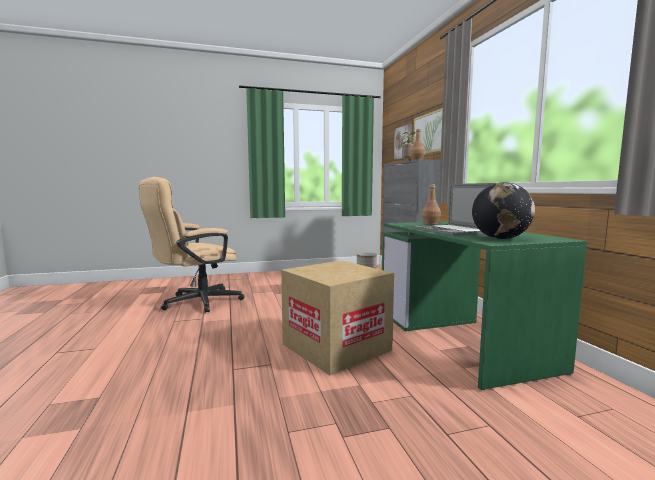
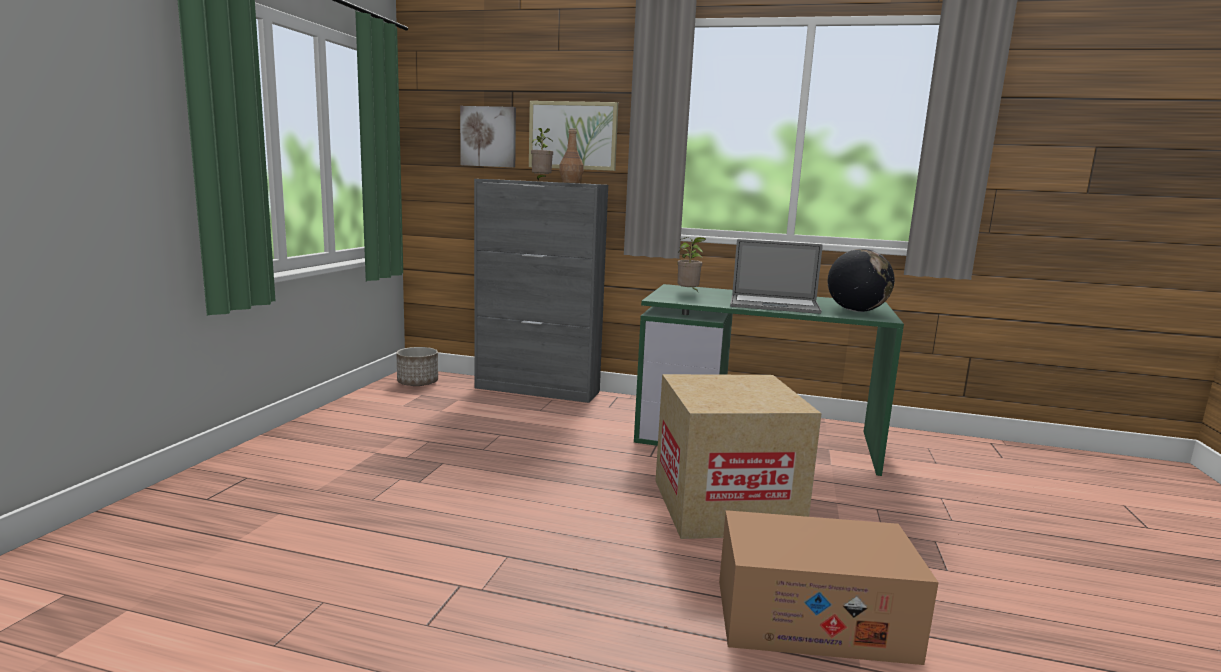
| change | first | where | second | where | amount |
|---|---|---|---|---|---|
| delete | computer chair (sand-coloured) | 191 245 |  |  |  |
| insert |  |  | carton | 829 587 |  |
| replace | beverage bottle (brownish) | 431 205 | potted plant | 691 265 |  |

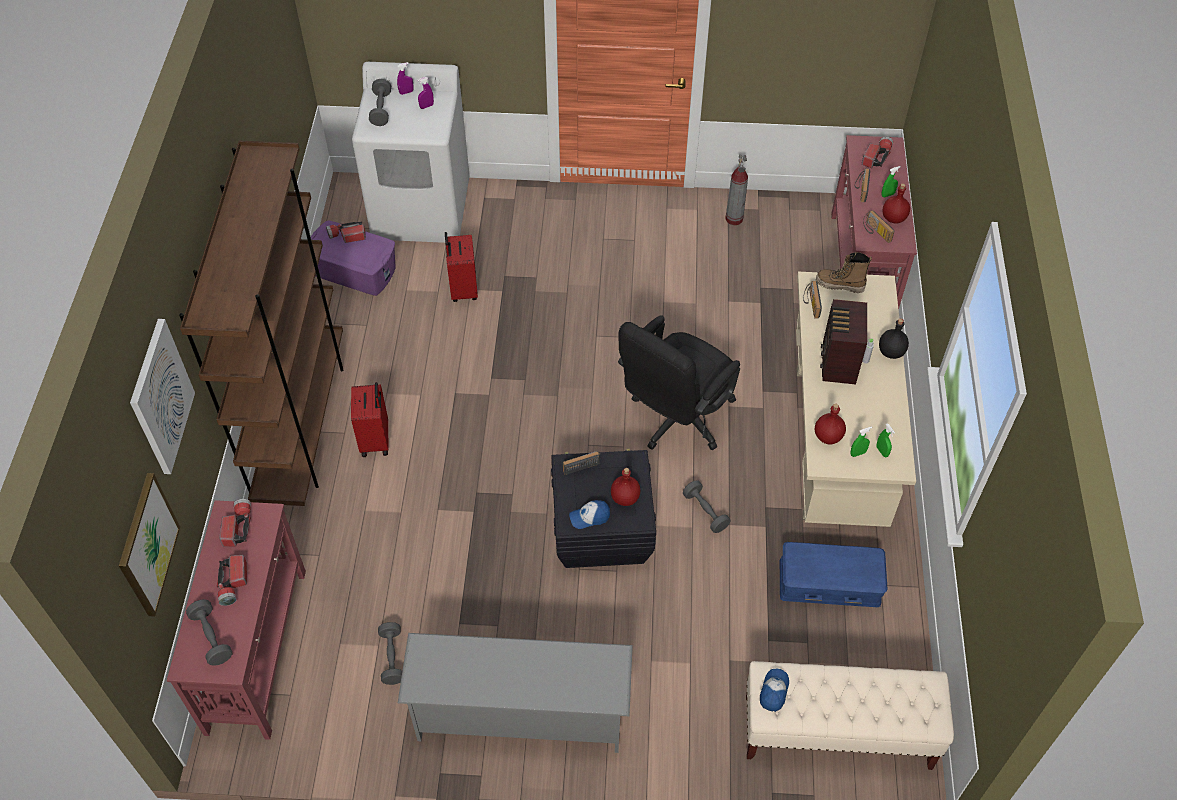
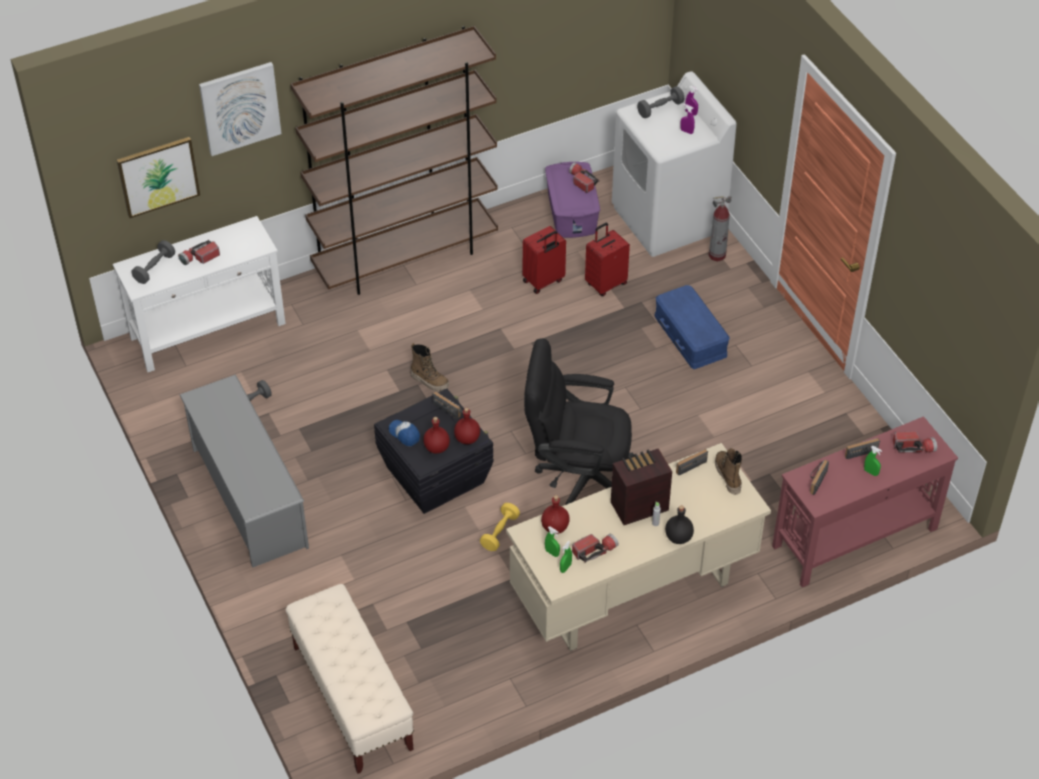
| change | first | where | second | where | amount |
|---|---|---|---|---|---|
| delete | baseball cap | 774 690 |  |  |  |
| insert |  |  | high-top boot | 430 367 |  |
| move | hand torch | 235 523 |  | 595 548 |  |
| move | suitcase (red-coloured) | 369 419 |  | 544 260 |  |
| move | extinguisher | 736 189 |  | 720 228 |  |
| move | storage container (blue-coloured) | 833 574 |  | 692 327 |  |
| move | beverage bottle (red-coloured) | 896 204 |  | 467 426 |  |
| recolor | console table (red-coloured) | 236 620 | console table (white) | 199 294 |  |
| recolor | hand weight (gray) | 706 506 | hand weight (yellowish) | 500 527 |  |

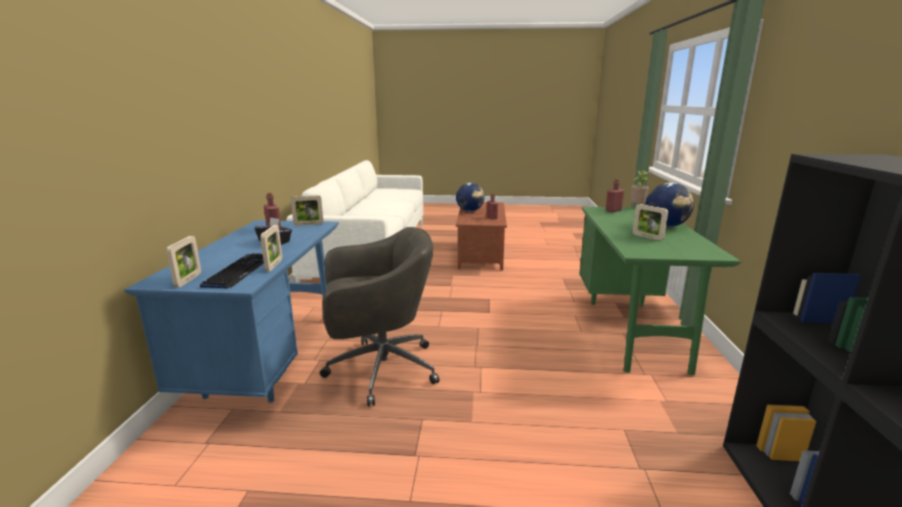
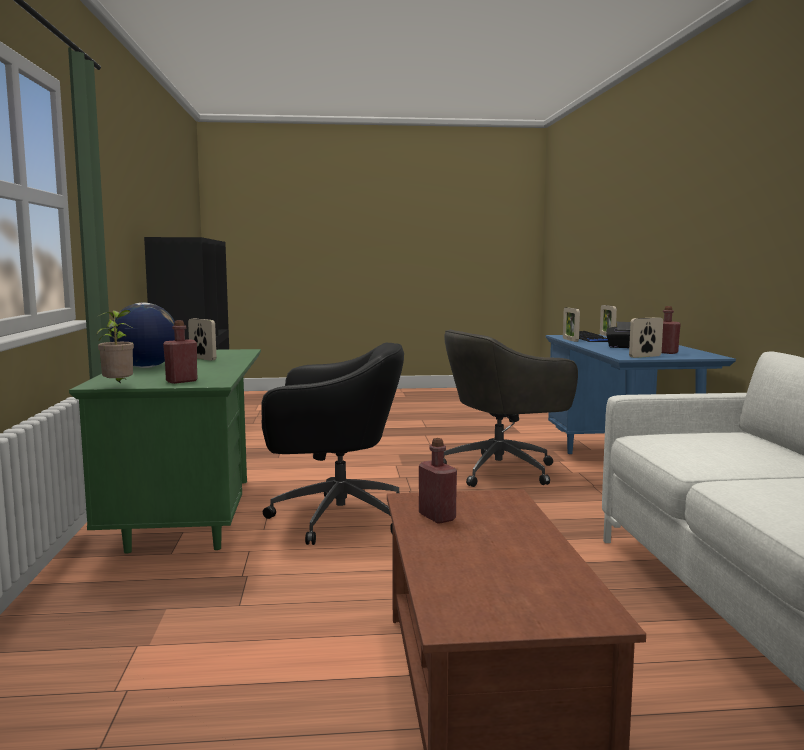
| change | first | where | second | where | amount |
|---|---|---|---|---|---|
| delete | desk globe | 470 197 |  |  |  |
| insert |  |  | computer chair (black-coloured) | 332 444 |  |

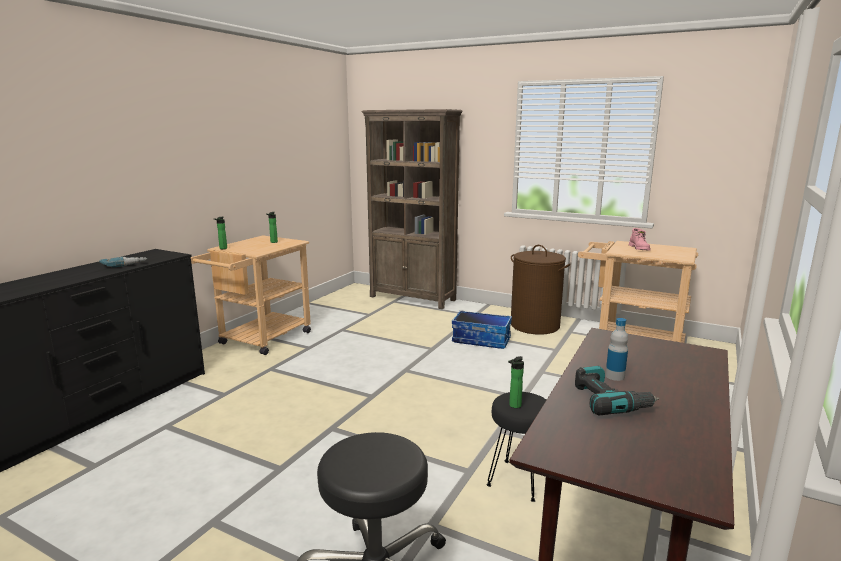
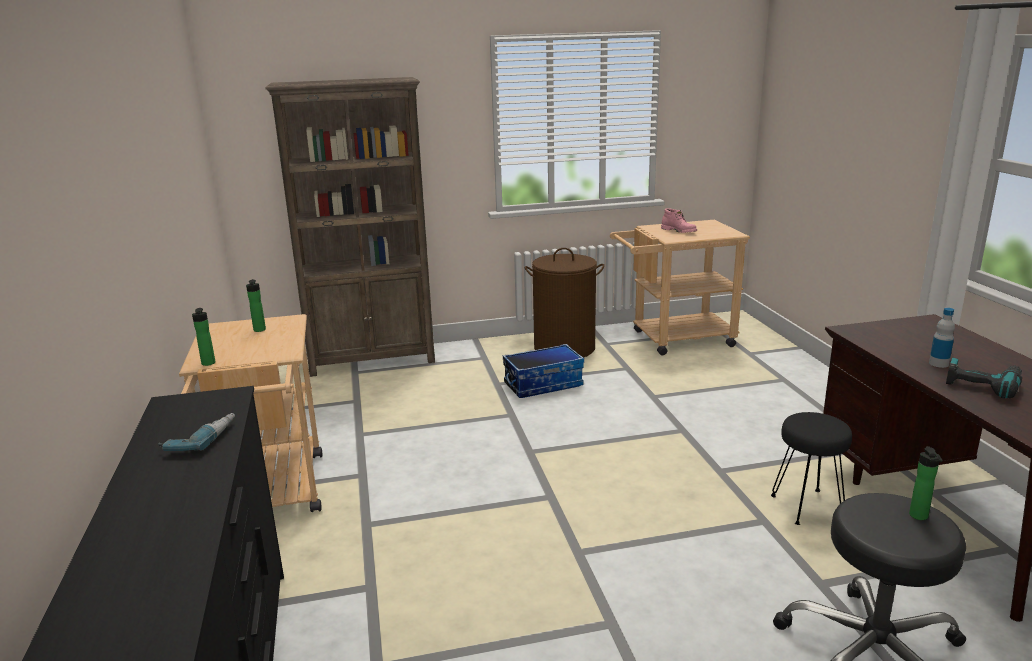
| change | first | where | second | where | amount |
|---|---|---|---|---|---|
| move | beverage bottle | 516 382 |  | 925 483 |  |

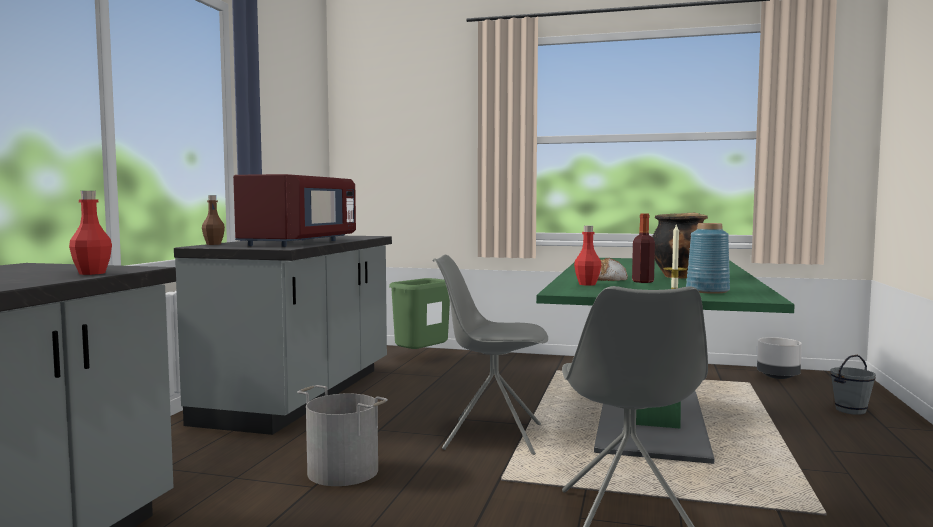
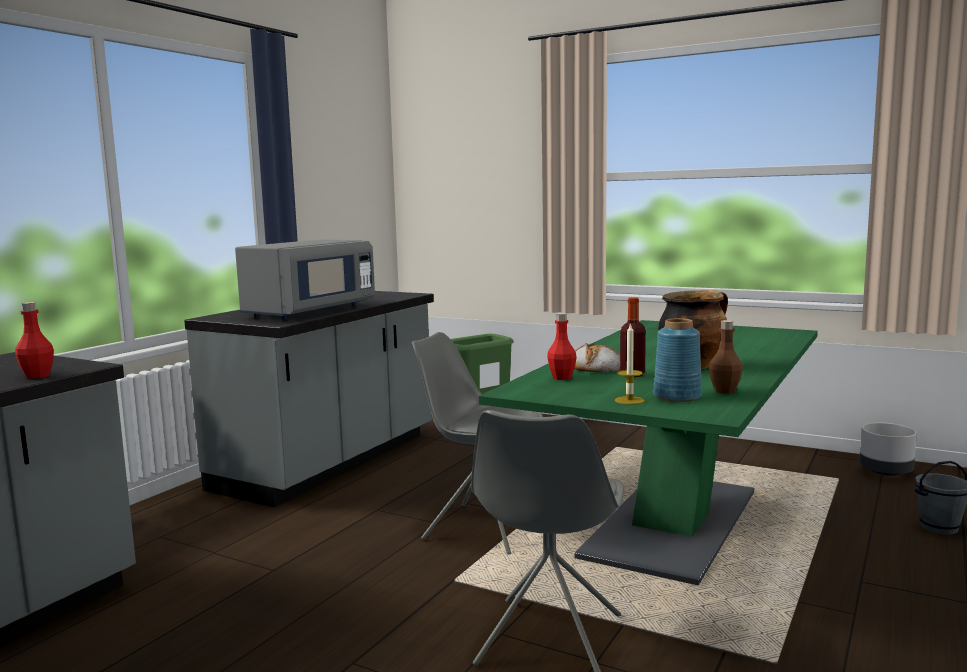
| change | first | where | second | where | amount |
|---|---|---|---|---|---|
| delete | bucket (gray) | 342 435 |  |  |  |
| move | beverage bottle (brownish) | 213 220 |  | 726 357 |  |
| recolor | kitchen microwave (red-coloured) | 294 210 | kitchen microwave (gray) | 305 280 |  |

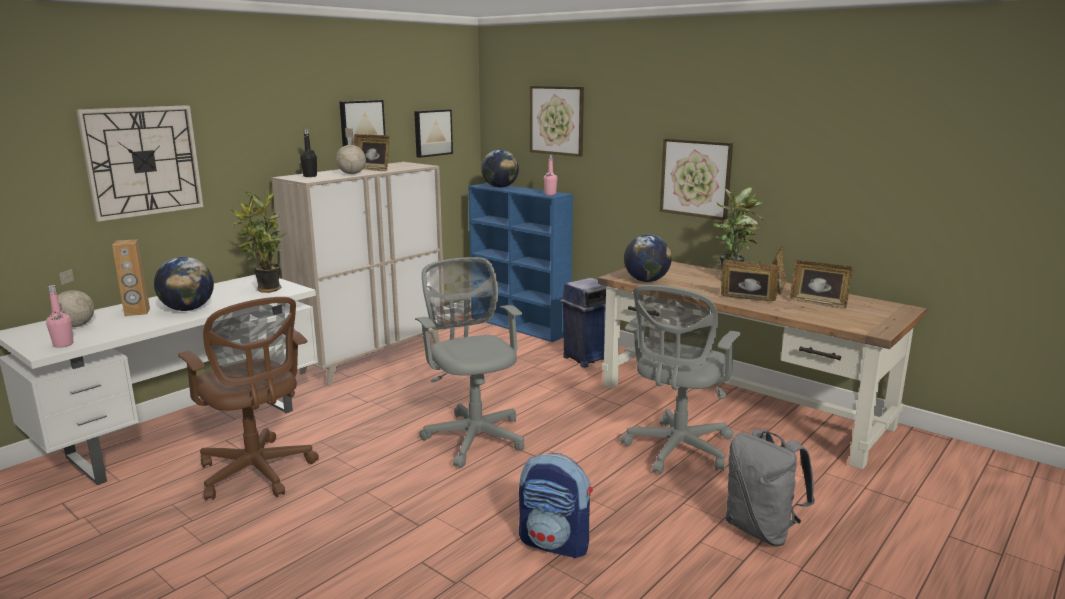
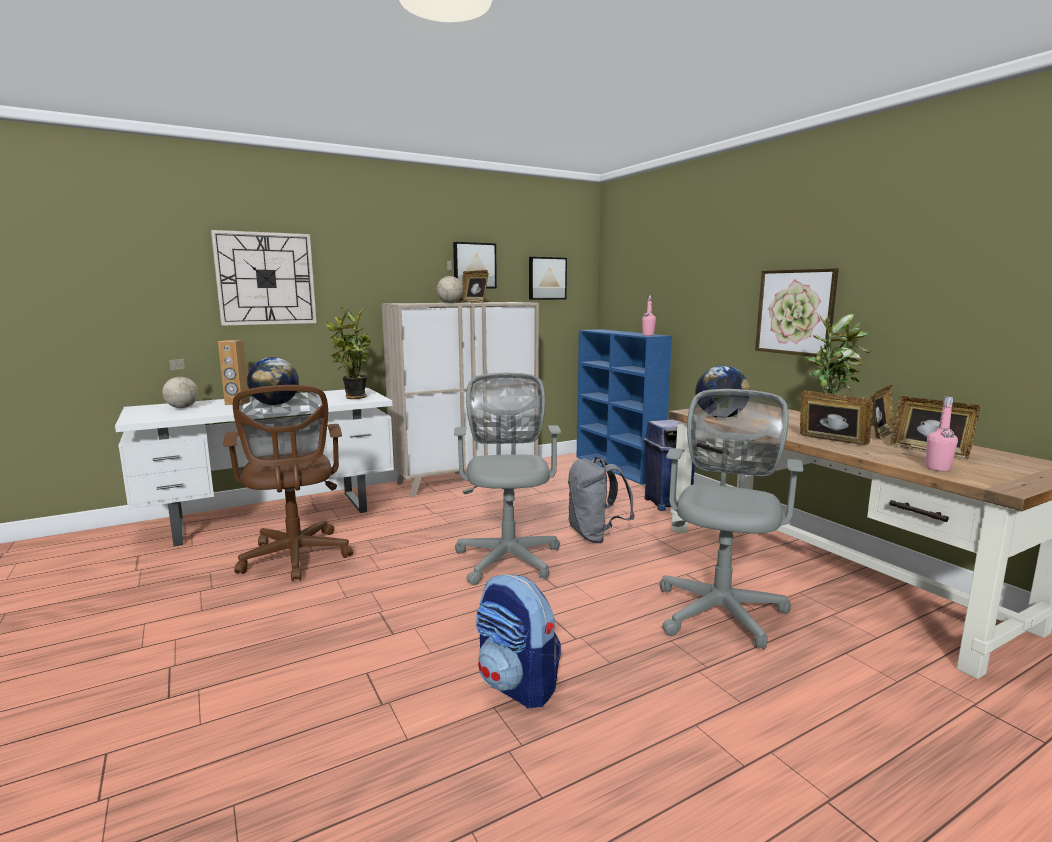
| change | first | where | second | where | amount |
|---|---|---|---|---|---|
| delete | beverage bottle (black-coloured) | 308 153 |  |  |  |
| delete | desk globe | 500 169 |  |  |  |
| delete | wall picture | 557 121 |  |  |  |
| move | beverage bottle (pink) | 59 316 |  | 942 434 |  |
| move | rucksack (gray) | 770 487 |  | 601 500 |  |
| rotate | computer chair (gray) | 680 379 |  | 732 519 | 150 degrees clockwise |

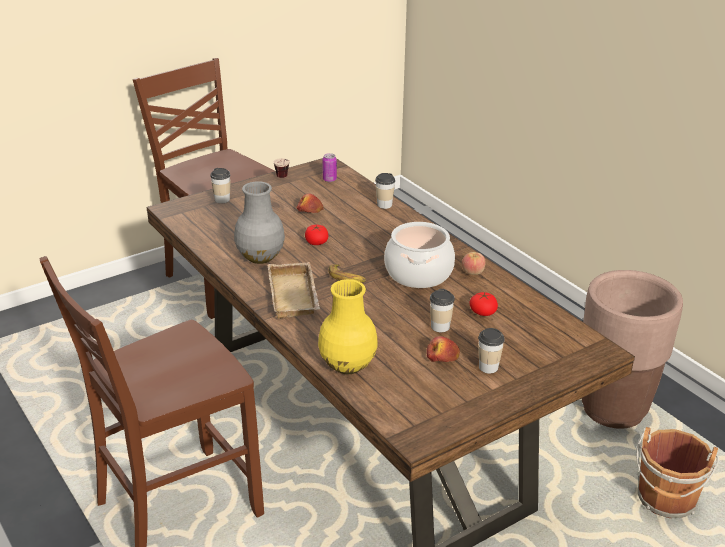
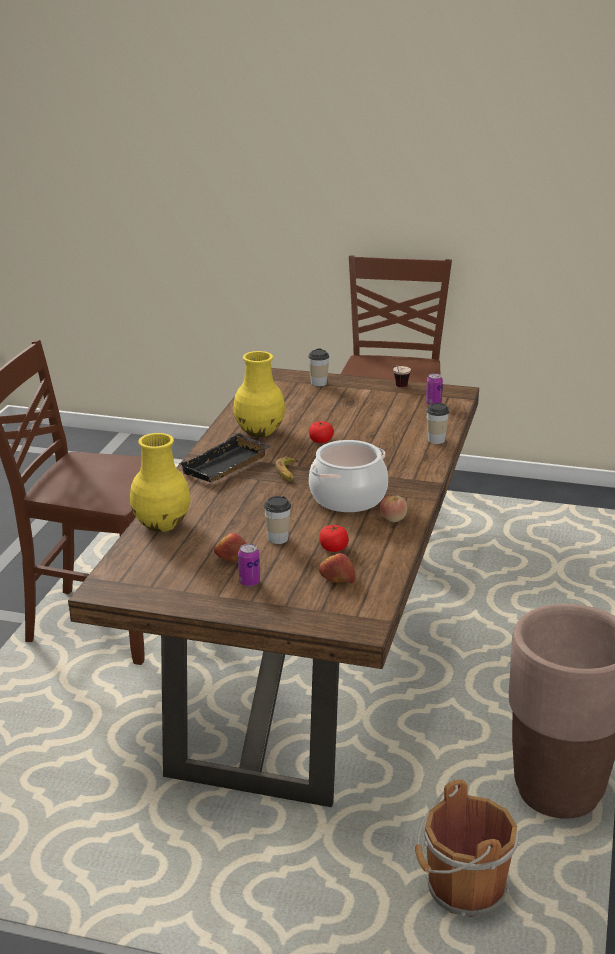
| change | first | where | second | where | amount |
|---|---|---|---|---|---|
| move | apple | 310 203 |  | 337 568 |  |
| replace | small cup | 491 350 | metal can | 249 565 |  |
| recolor | flower vase (gray) | 259 222 | flower vase (yellowish) | 259 394 |  |
| recolor | serving tray (sand-coloured) | 294 290 | serving tray (black-coloured) | 224 457 |  |

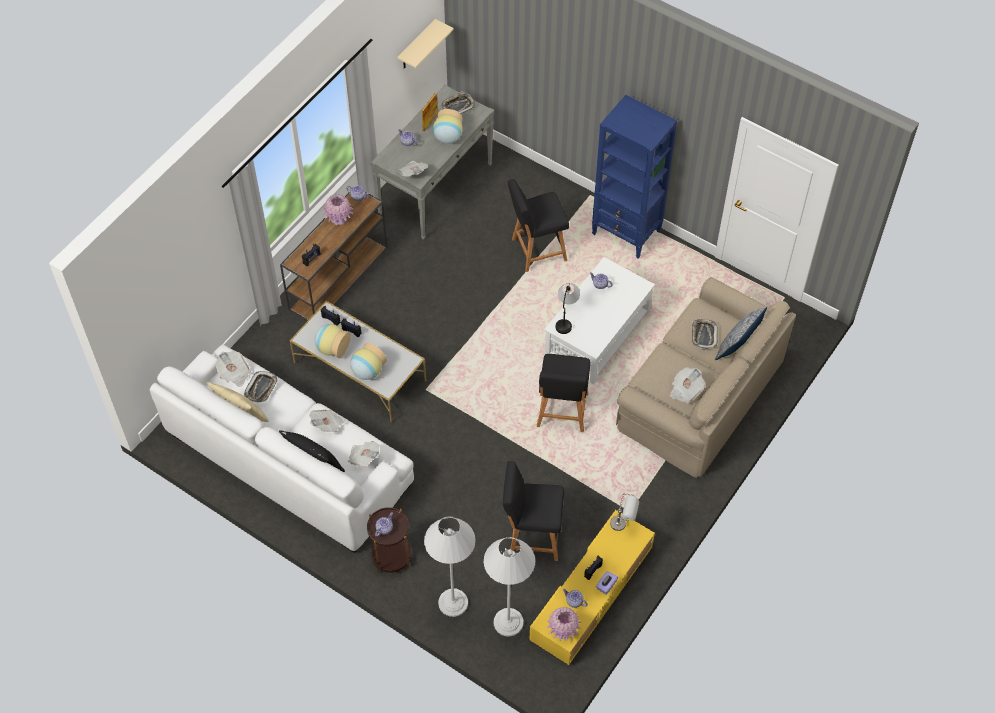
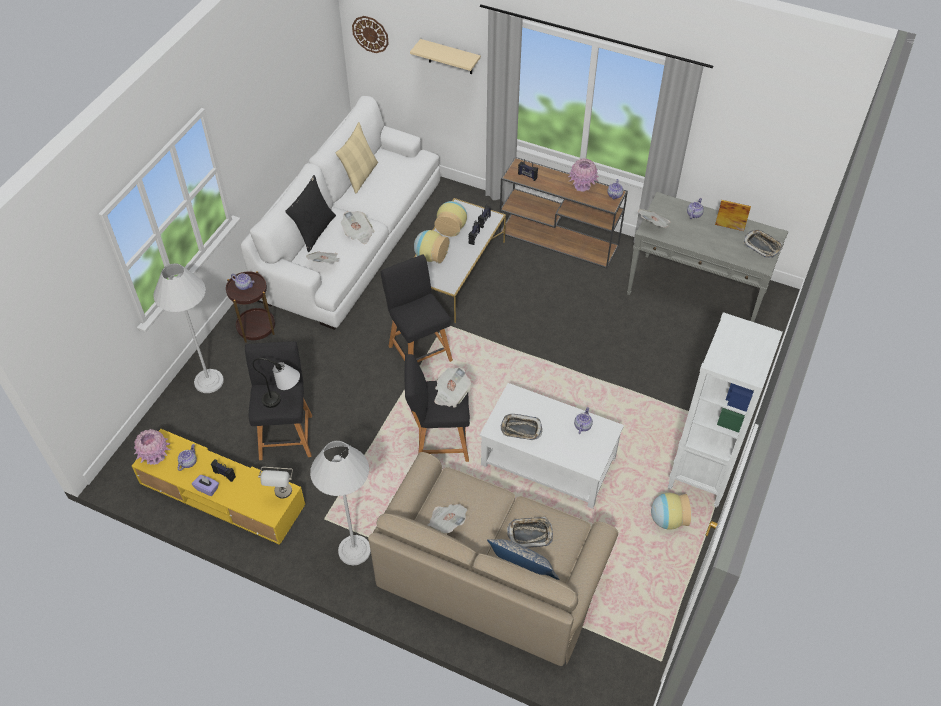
| change | first | where | second | where | amount |
|---|---|---|---|---|---|
| insert |  |  | wall clock | 370 34 |  |
| move | printed paper | 233 369 |  | 452 387 |  |
| move | serving tray | 261 386 |  | 521 427 |  |
| move | wall shelf (sand-coloured) | 425 44 |  | 445 56 |  |
| move | flower vase | 447 126 |  | 671 511 |  |
| move | standard lamp (white) | 509 587 |  | 340 503 |  |
| move | stool (black-coloured) | 538 225 |  | 417 308 |  |
| move | tabletop lamp | 567 308 |  | 276 383 |  |
| recolor | bookcase (blue-coloured) | 634 177 | bookcase (white) | 725 410 |  |

